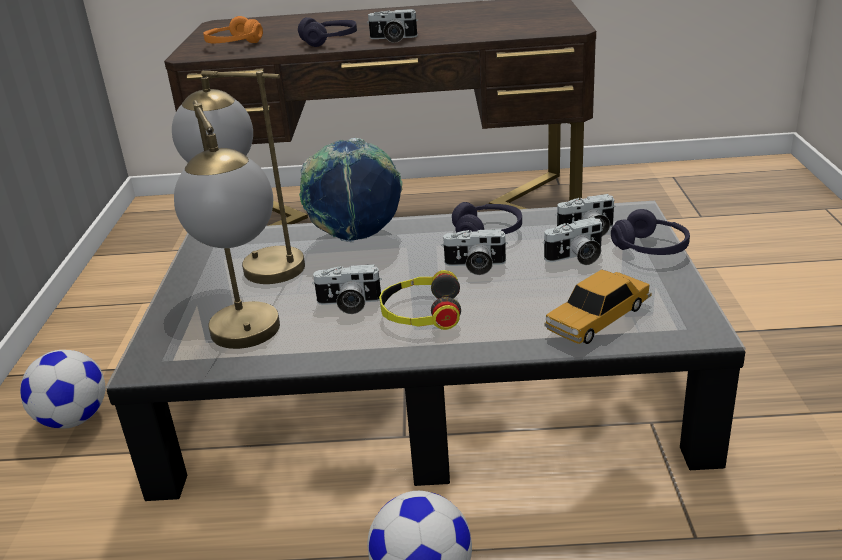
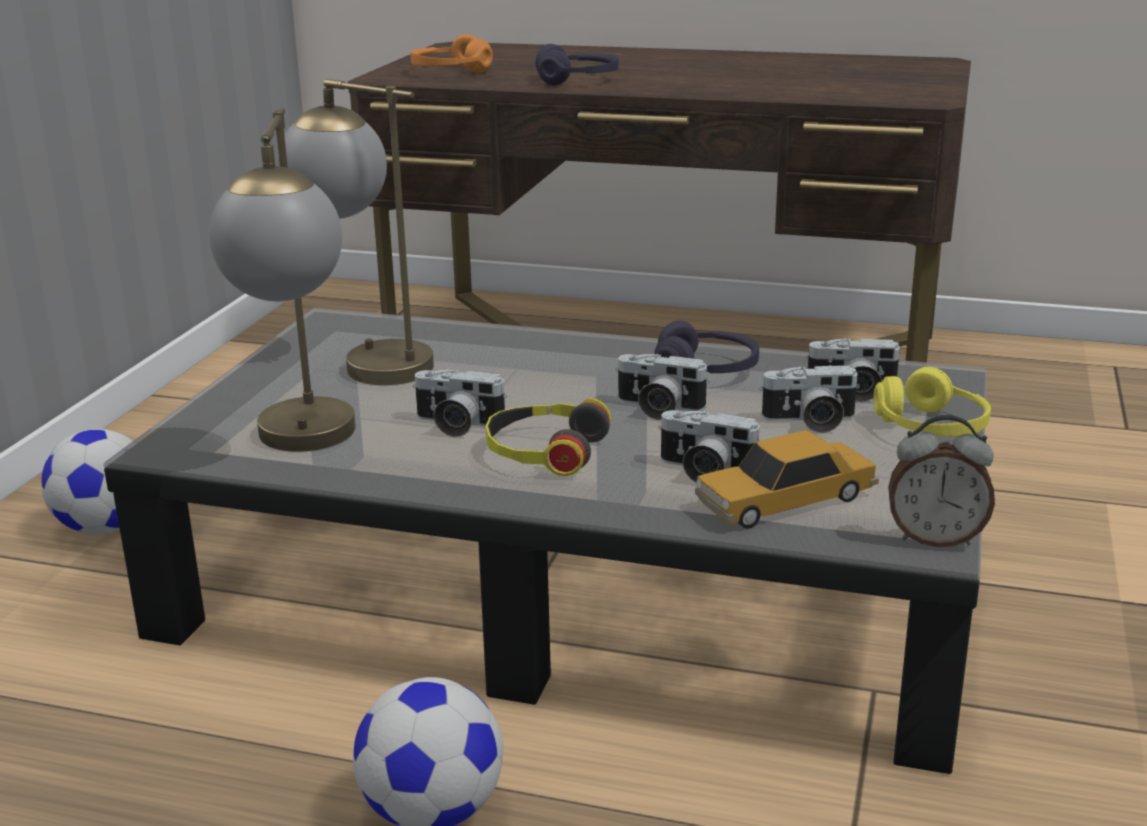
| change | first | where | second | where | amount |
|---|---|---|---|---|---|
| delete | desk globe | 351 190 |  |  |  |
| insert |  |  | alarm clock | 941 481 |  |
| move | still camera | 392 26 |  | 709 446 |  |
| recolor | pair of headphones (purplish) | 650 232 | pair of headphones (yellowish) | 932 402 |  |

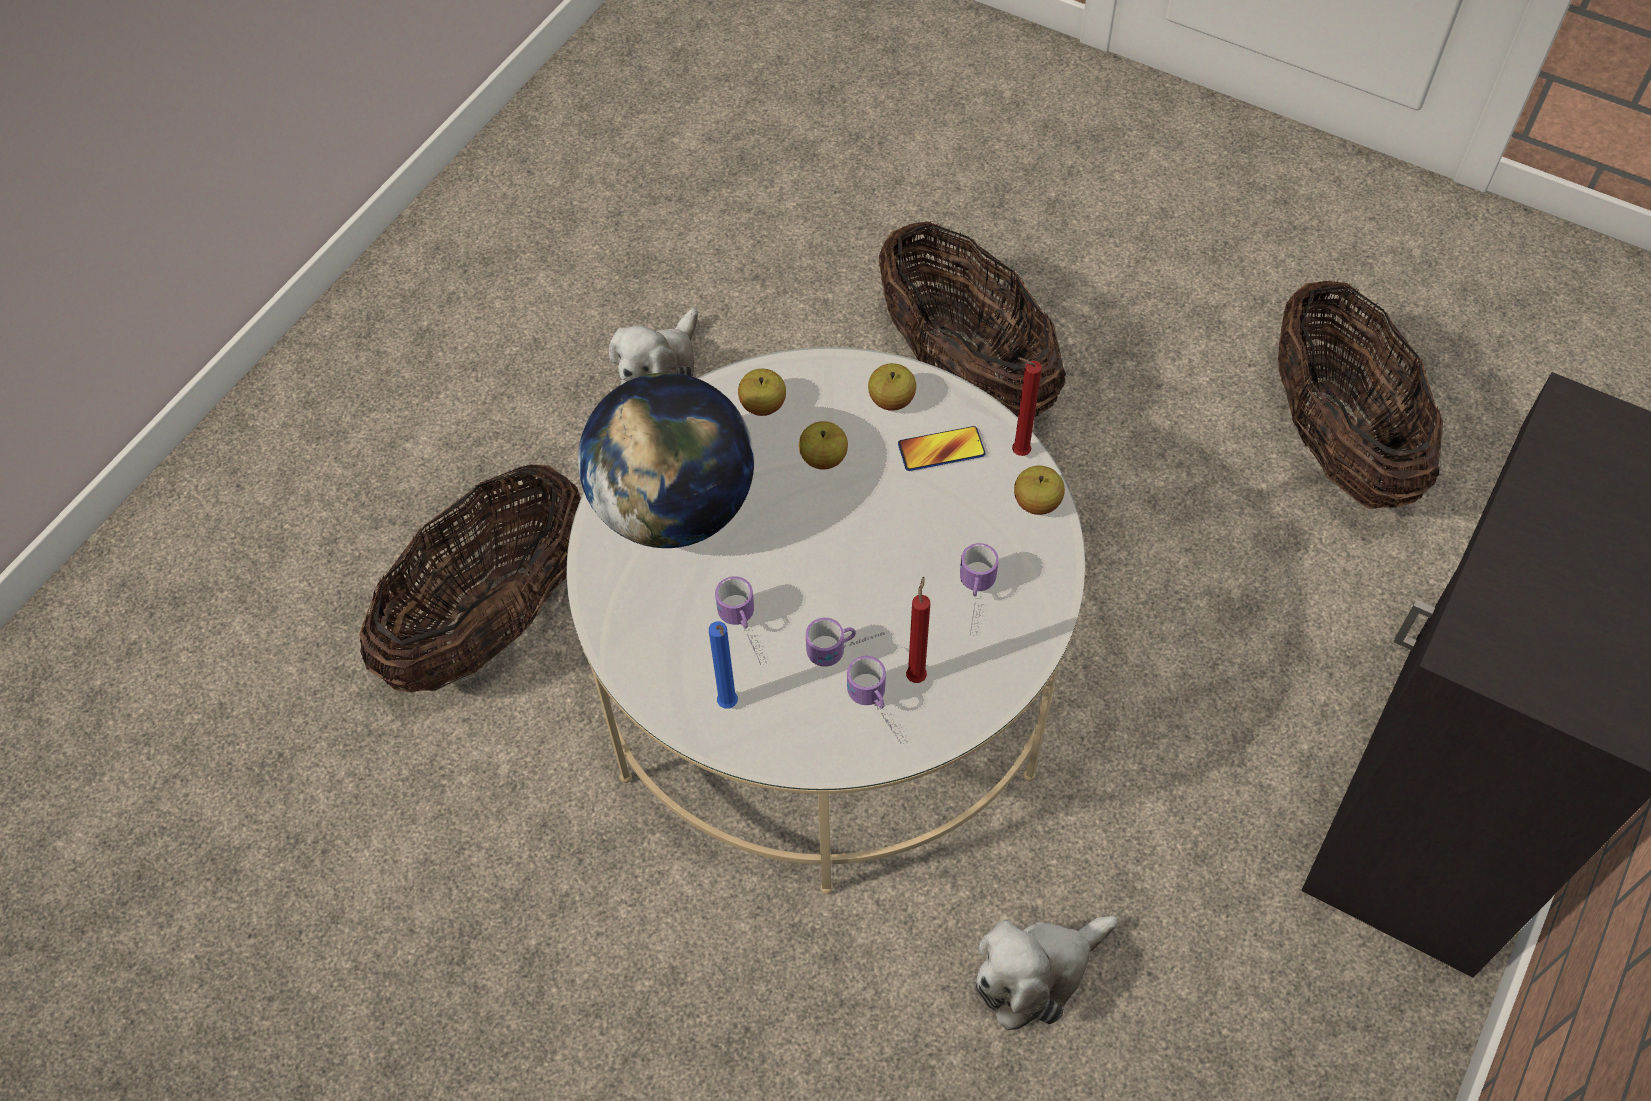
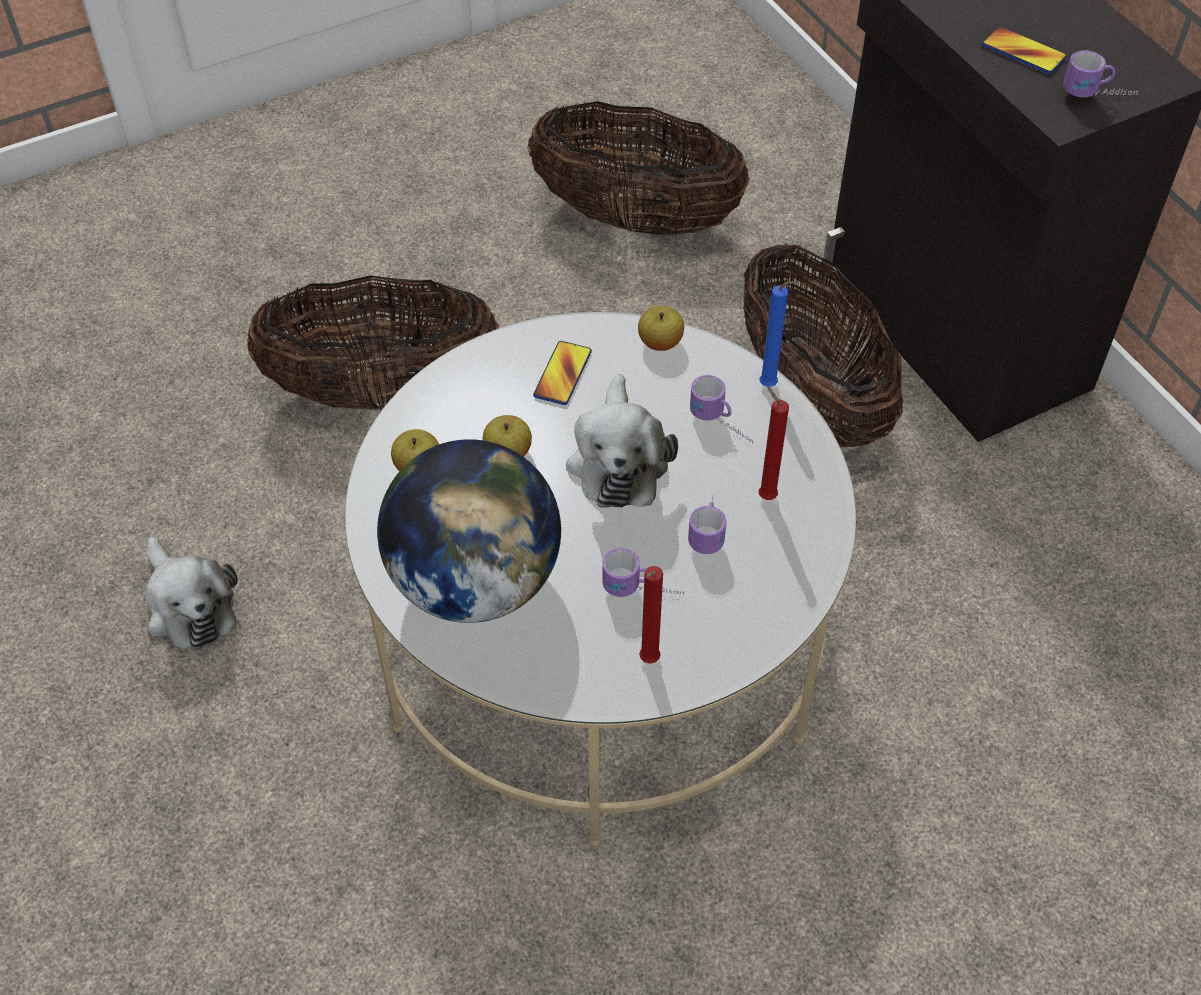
| change | first | where | second | where | amount |
|---|---|---|---|---|---|
| delete | apple | 892 387 |  |  |  |
| insert |  |  | handset | 1024 50 |  |
| move | storage basket | 470 579 |  | 823 345 |  |
| move | candle (blue-coloured) | 723 665 |  | 779 334 |  |
| move | mug | 874 700 |  | 1100 73 |  |
| move | cuddly toy | 1047 973 |  | 622 441 |  |
| move | candle (red-coloured) | 1027 406 |  | 651 615 |  |

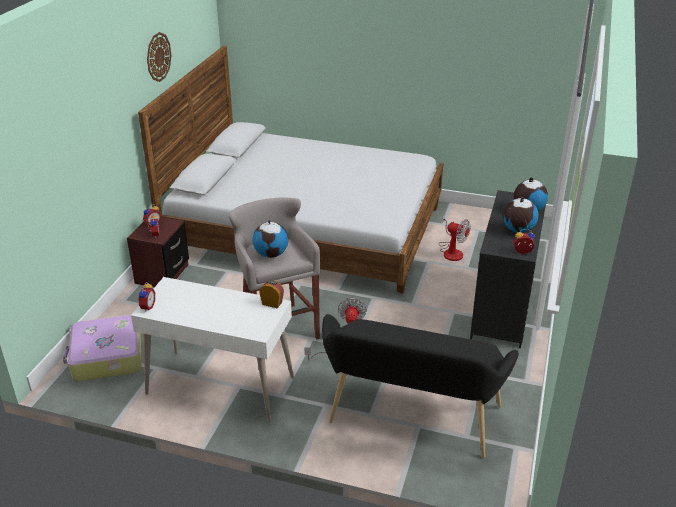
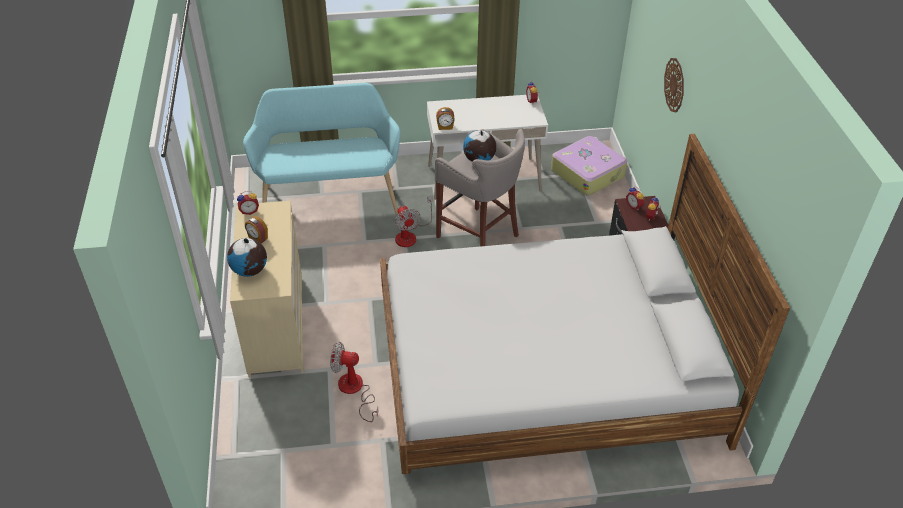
| change | first | where | second | where | amount |
|---|---|---|---|---|---|
| move | wall clock | 159 57 |  | 674 85 |  |
| replace | desk globe | 521 215 | alarm clock | 256 230 |  |
| recolor | indoor bench (black-coloured) | 420 386 | indoor bench (turquoise) | 321 148 |  |
| recolor | drawer chest (black-coloured) | 508 269 | drawer chest (sand-coloured) | 267 289 |  |

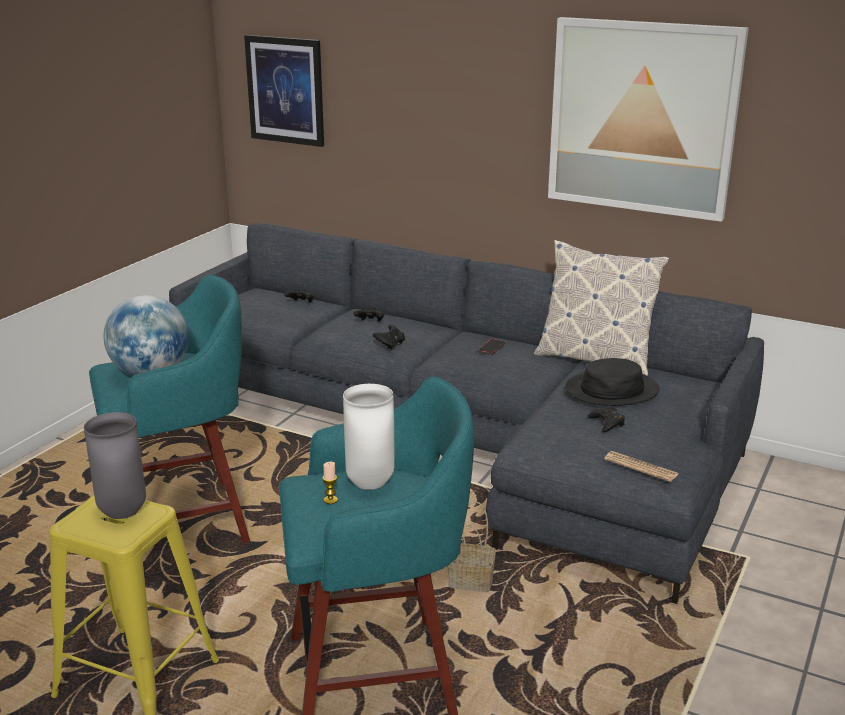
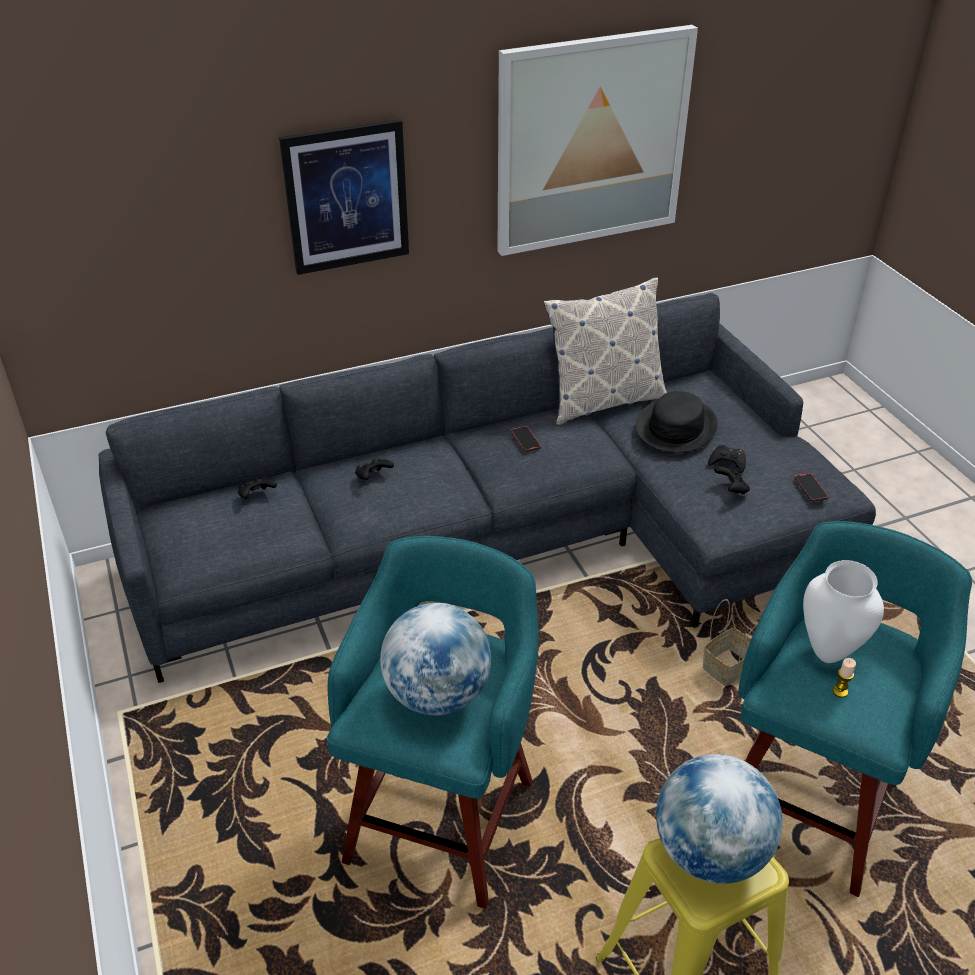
| change | first | where | second | where | amount |
|---|---|---|---|---|---|
| move | wall picture | 284 91 |  | 344 197 |  |
| move | gamepad (black-coloured) | 389 337 |  | 732 480 |  |
| replace | flower vase (gray) | 115 465 | desk globe | 719 819 |  |
| replace | printed paper | 641 466 | handset | 811 487 |  |

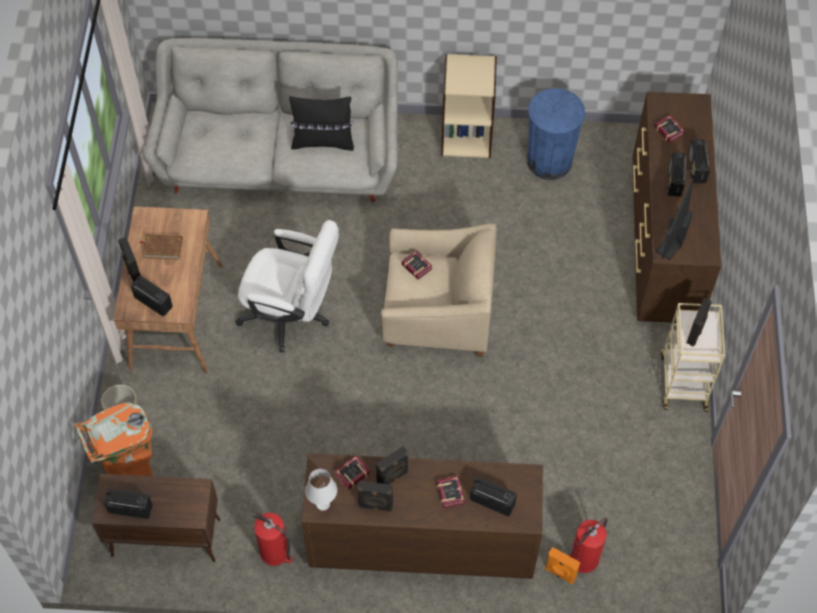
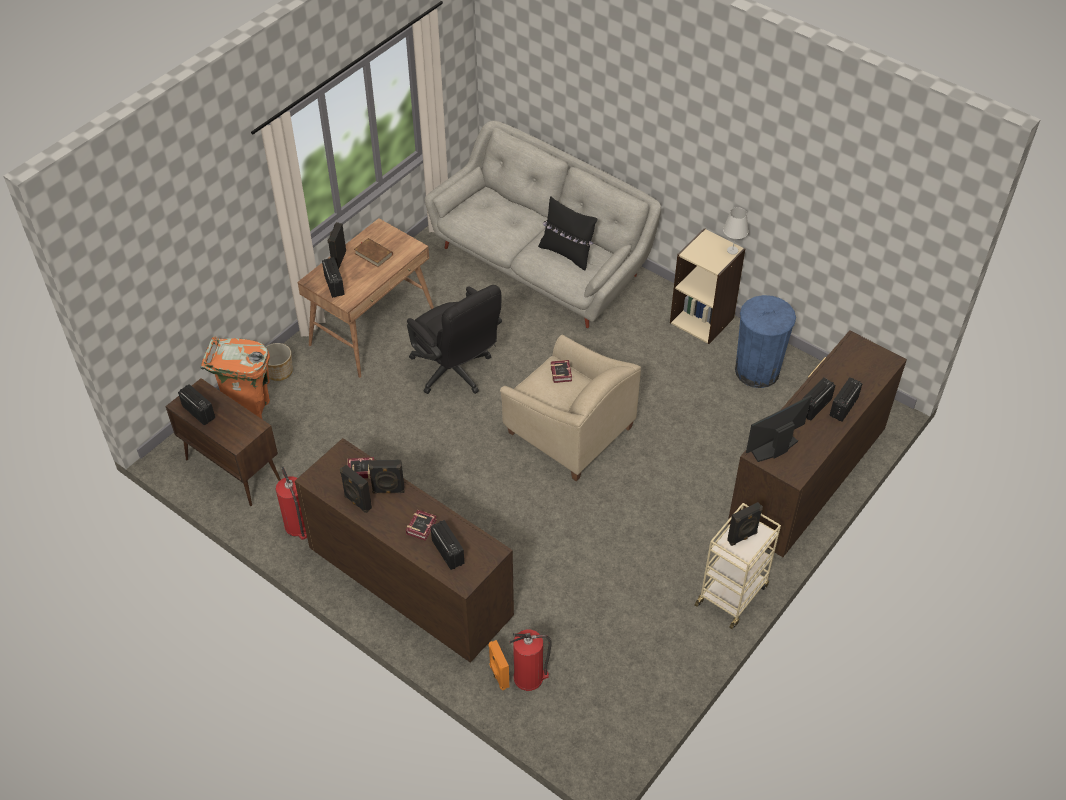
| change | first | where | second | where | amount |
|---|---|---|---|---|---|
| delete | bound book | 669 129 |  |  |  |
| move | tabletop lamp (white) | 321 490 |  | 736 231 |  |
| recolor | computer chair (white) | 287 286 | computer chair (black-coloured) | 454 339 |  |

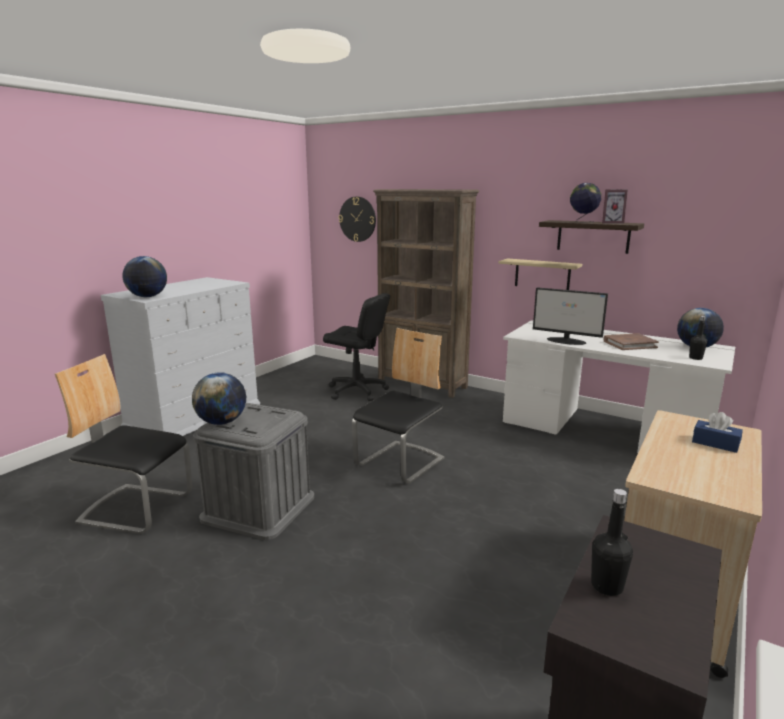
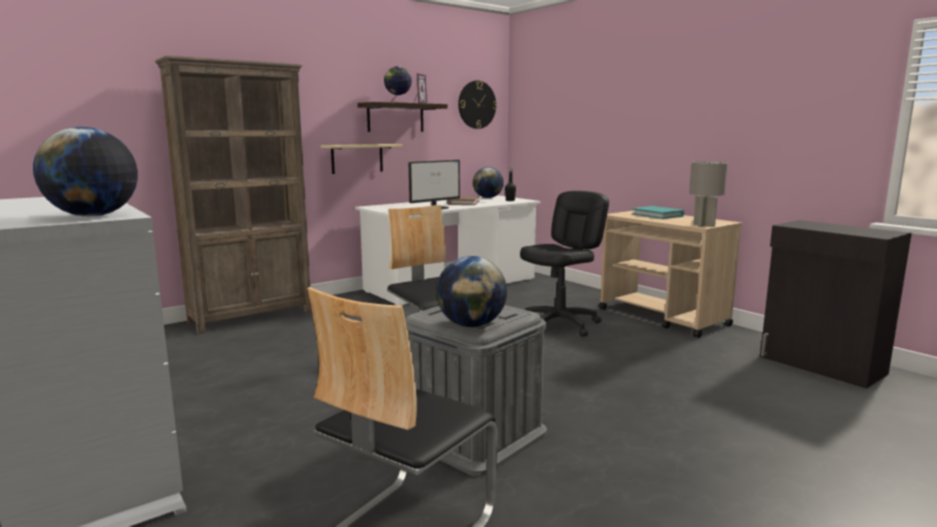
| change | first | where | second | where | amount |
|---|---|---|---|---|---|
| delete | beverage bottle (black-coloured) | 612 542 |  |  |  |
| insert |  |  | tabletop lamp (gray) | 708 194 |  |
| move | computer chair (black-coloured) | 356 347 |  | 564 264 |  |
| move | wall clock | 357 219 |  | 477 105 |  |
| replace | tissue holder (blue-coloured) | 717 432 | bound book (turquoise) | 658 212 |  |

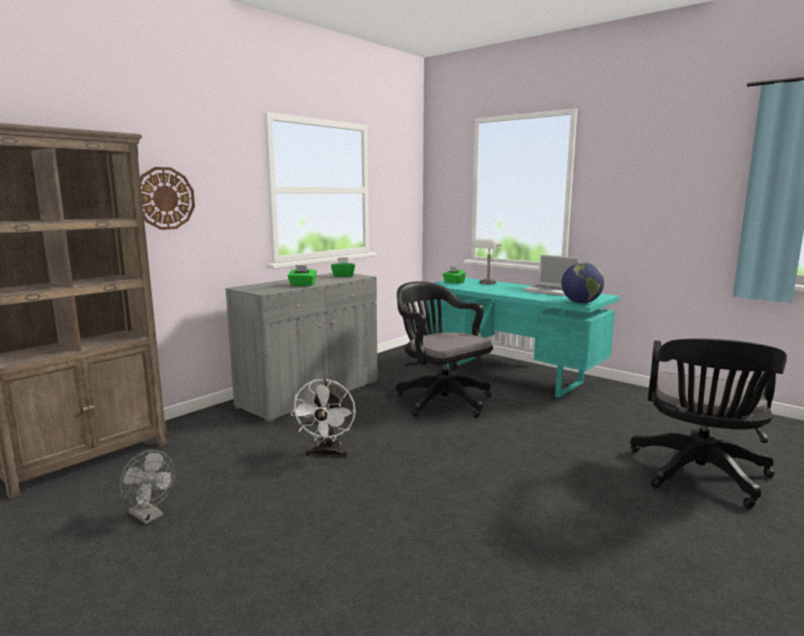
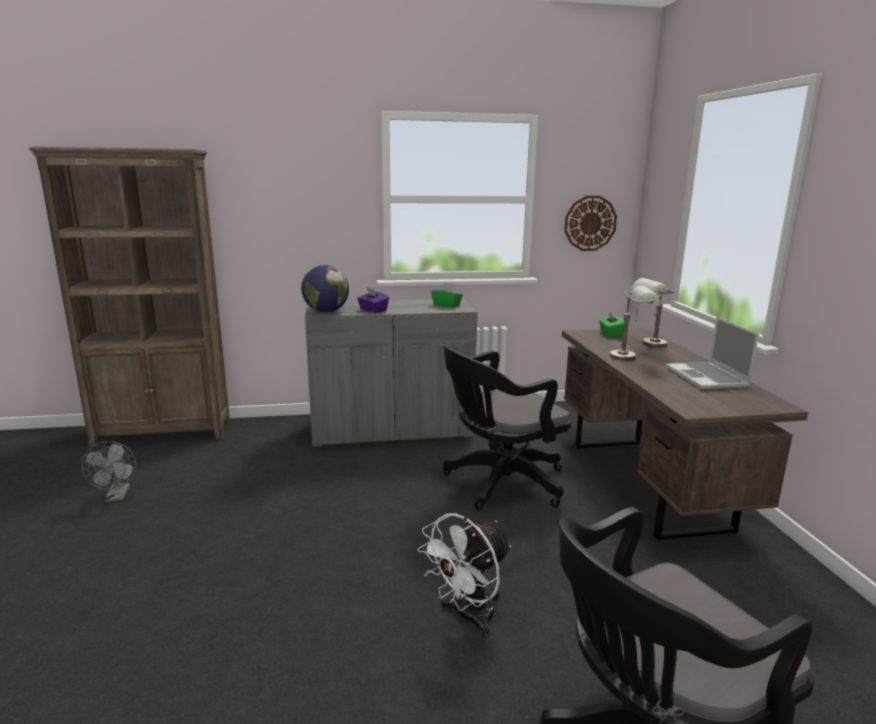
| change | first | where | second | where | amount |
|---|---|---|---|---|---|
| insert |  |  | tabletop lamp (gray) | 635 323 |  |
| move | wall clock | 167 198 |  | 590 223 |  |
| move | fan (white) | 323 418 |  | 464 575 |  |
| move | desk globe | 582 282 |  | 325 288 |  |
| recolor | tissue holder (greenish) | 302 275 | tissue holder (purplish) | 373 300 |  |
| recolor | desk table (turquoise) | 522 338 | desk table (brownish) | 685 434 |  |
| rotate | computer chair (black-coloured) | 444 350 |  | 507 427 | 120 degrees counterclockwise |

